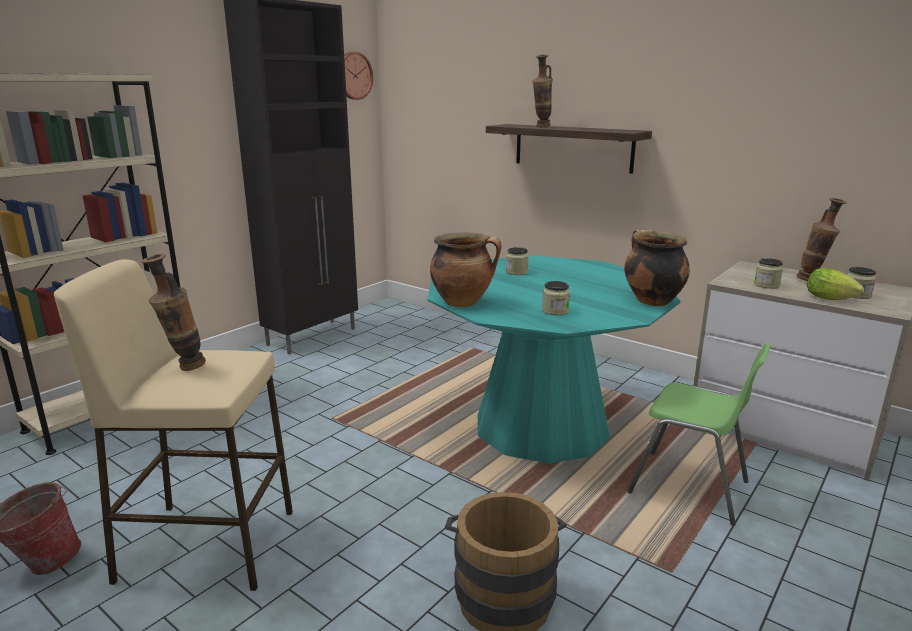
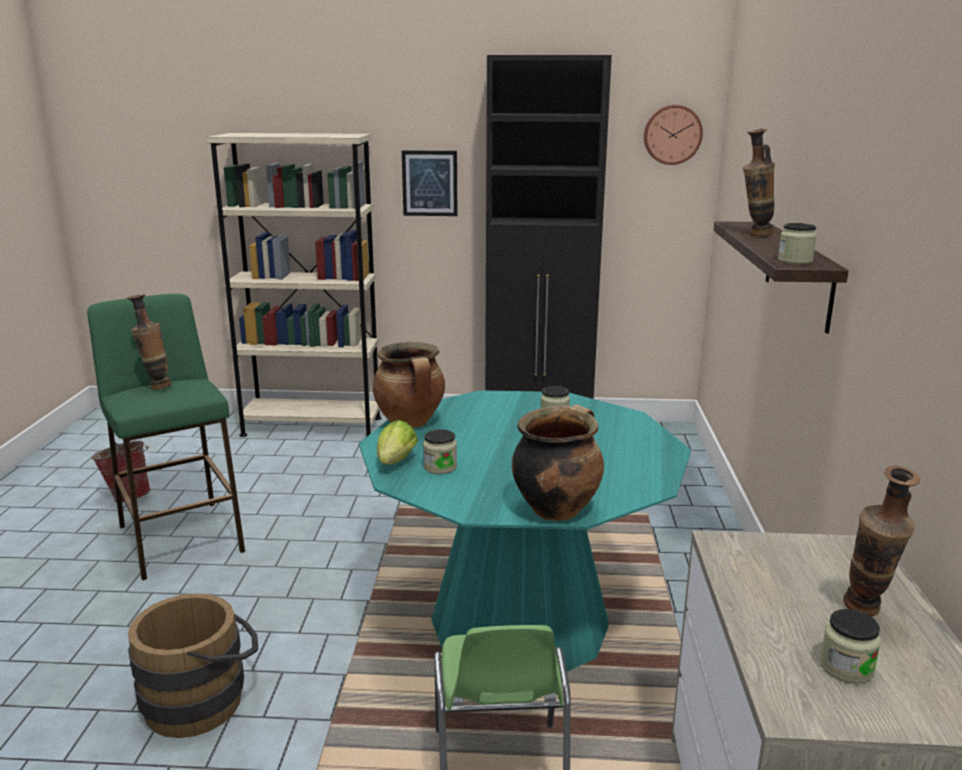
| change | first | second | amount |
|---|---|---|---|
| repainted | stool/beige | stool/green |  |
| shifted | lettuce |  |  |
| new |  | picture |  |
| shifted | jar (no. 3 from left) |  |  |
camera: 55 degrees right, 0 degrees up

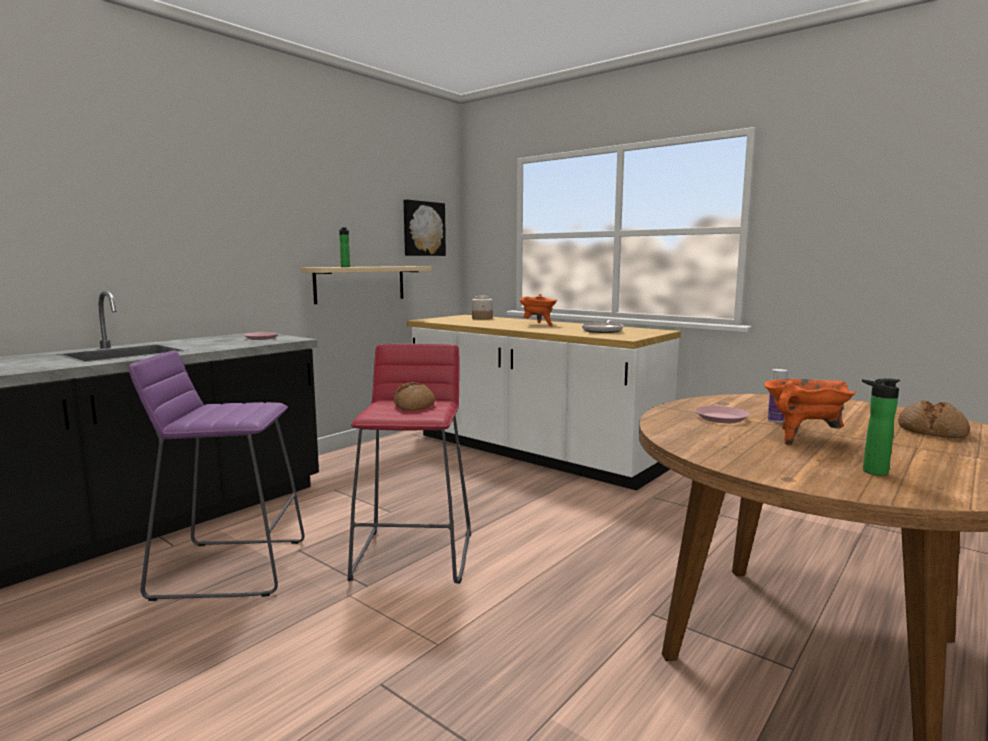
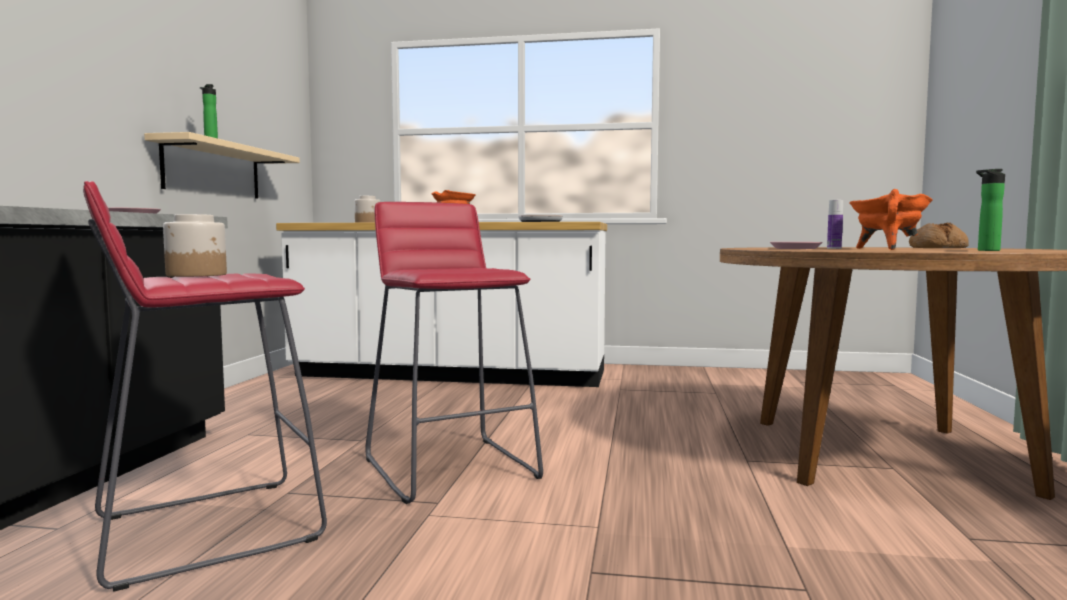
| change | first | second | amount |
|---|---|---|---|
| repainted | stool/purple | stool/red (no. 1 from left) |  |
| new |  | jar (no. 1 from left) |  |
| gone | bread (no. 1 from left) |  |  |
| gone | picture |  |  |
camera: 30 degrees left, 5 degrees down

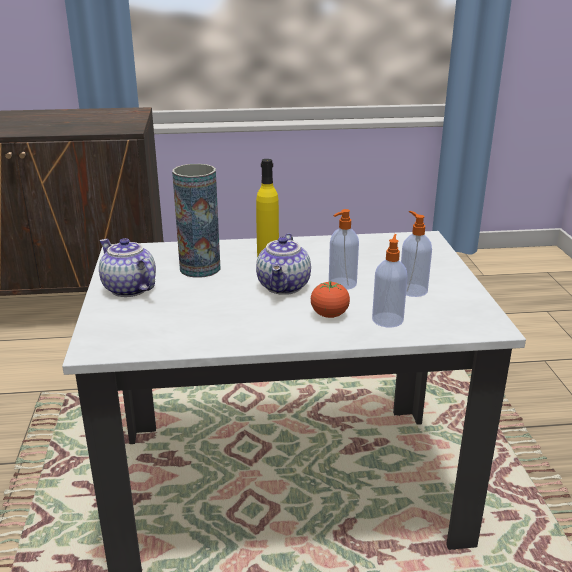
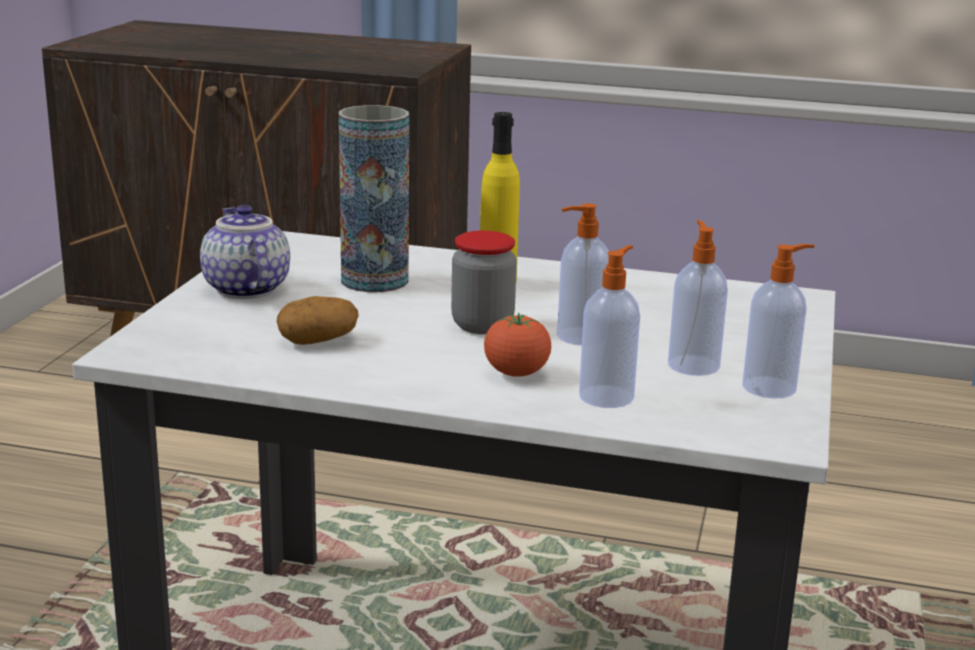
| change | first | second | amount |
|---|---|---|---|
| new |  | potato |  |
| swapped | teapot (no. 2 from left) | jar |  |
| new |  | soap dispenser (no. 4 from left) |  |
camera: 20 degrees right, 5 degrees down

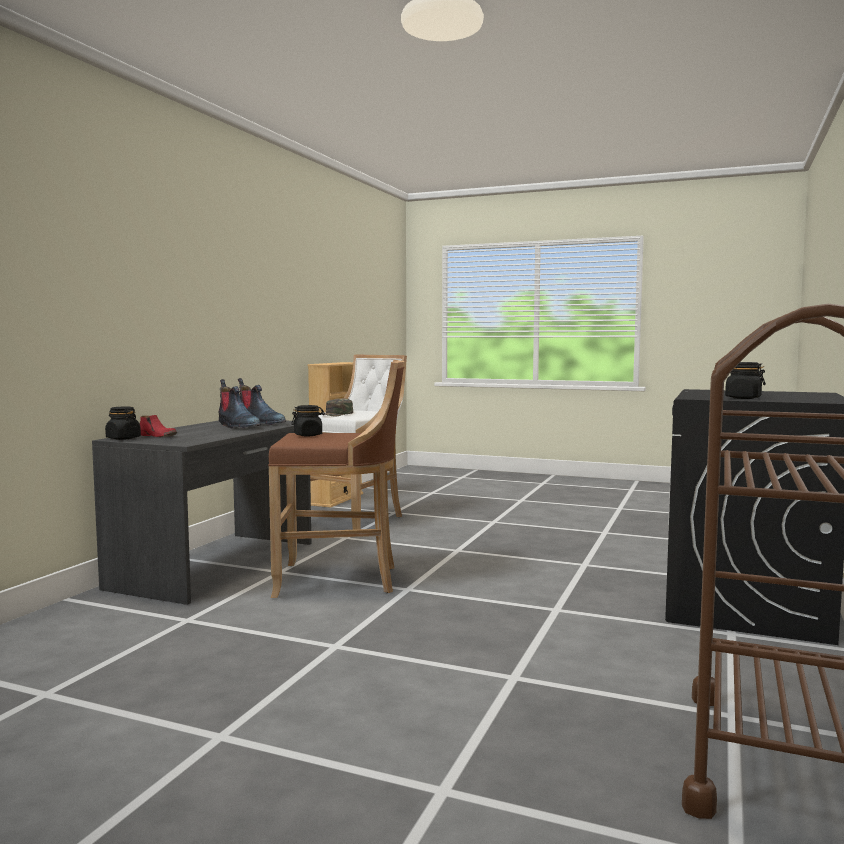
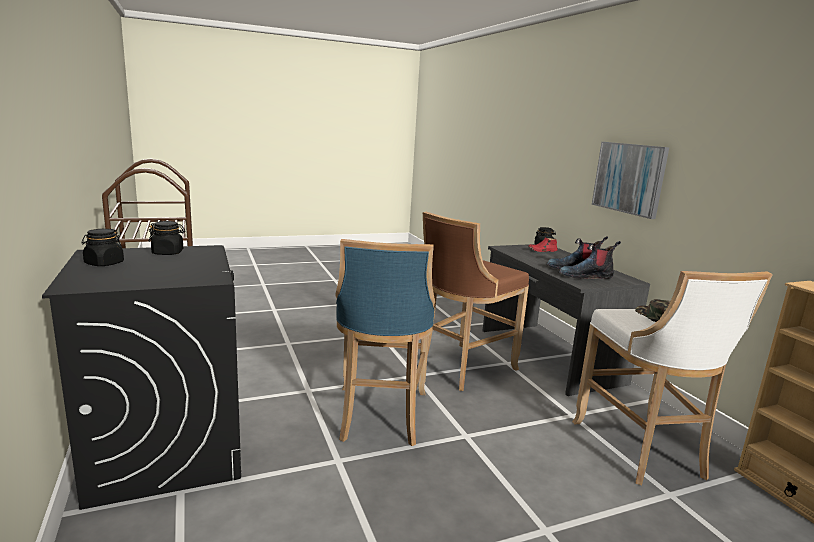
| change | first | second | amount |
|---|---|---|---|
| shifted | jar/black (no. 2 from left in the first image) | jar/black (no. 1 from left) |  |
| new |  | stool/blue |  |
| new |  | picture |  |
camera: 135 degrees right, 10 degrees up

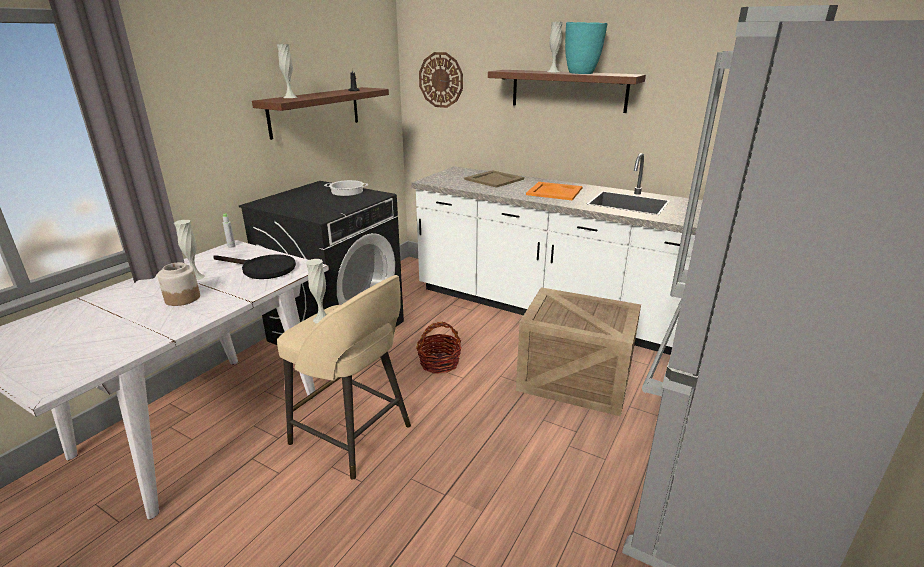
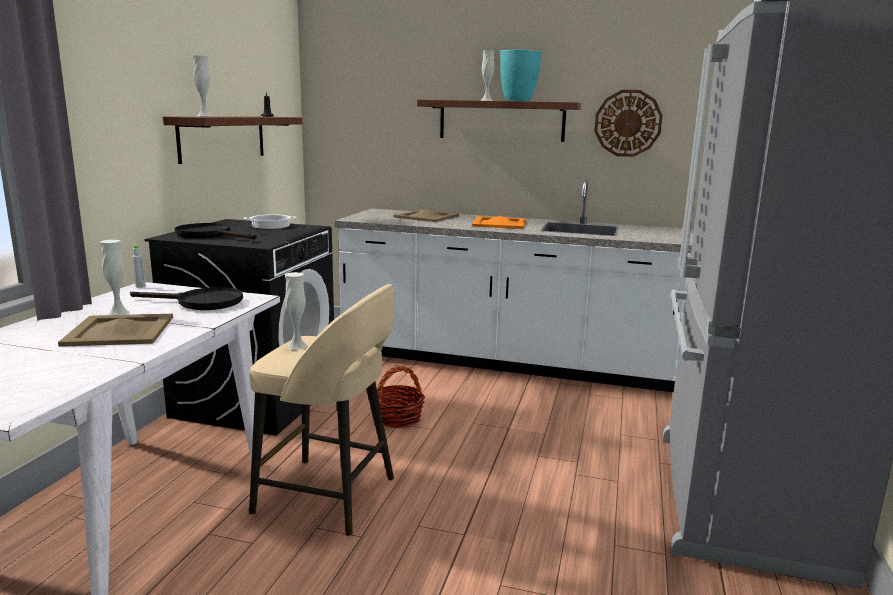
| change | first | second | amount |
|---|---|---|---|
| swapped | jar | tray/beige (no. 1 from left) |  |
| new |  | frying pan/black (no. 2 from left) |  |
| shifted | wall clock |  |  |
| gone | crate |  |  |
camera: 15 degrees left, 10 degrees down

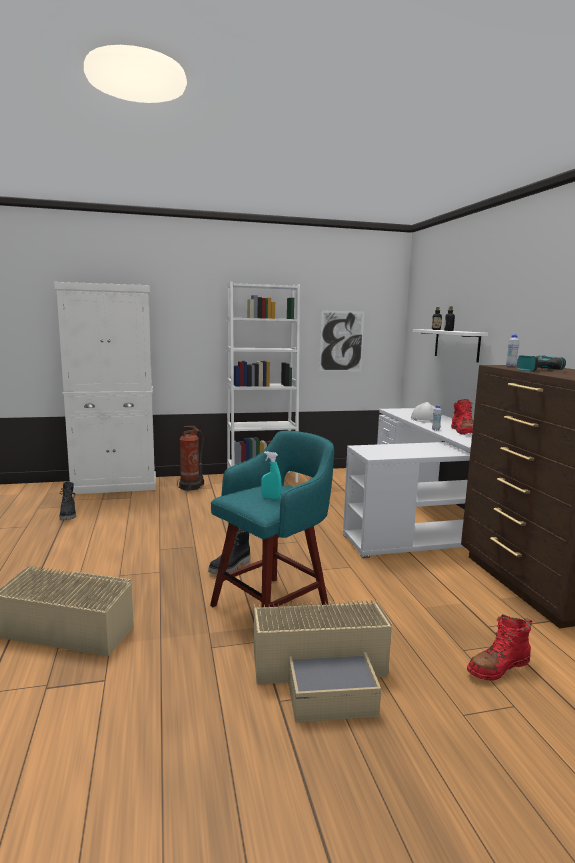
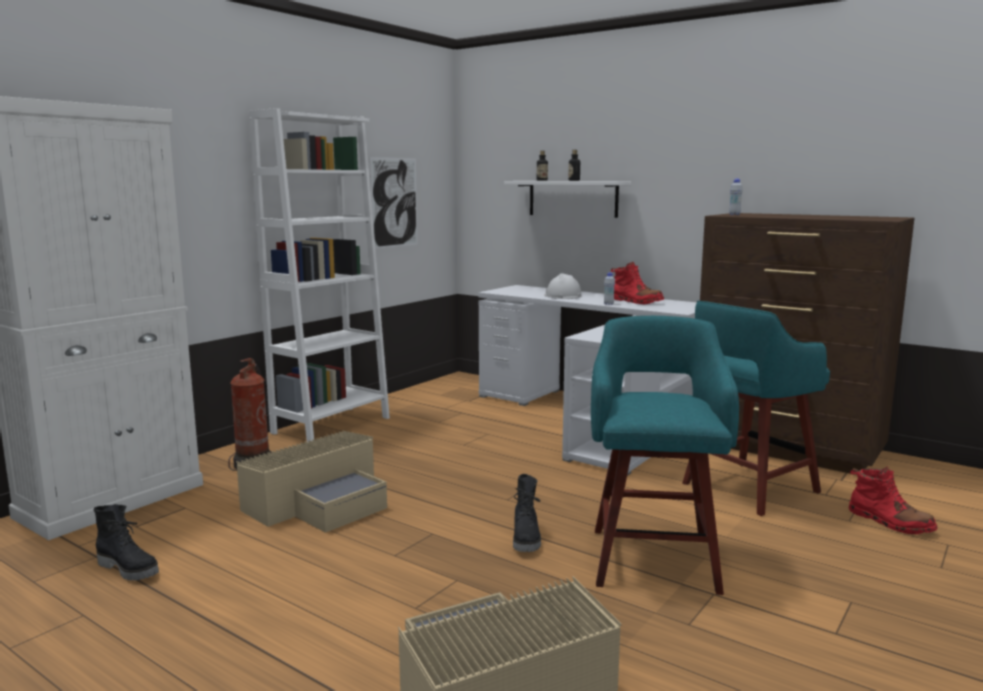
| change | first | second | amount |
|---|---|---|---|
| shifted | storage box/beige (no. 2 from left in the first image) | storage box/beige (no. 1 from left) |  |
| new |  | stool/turquoise (no. 2 from left) |  |
| rotated | boot/red (no. 2 from left) |  | 60 degrees counterclockwise |
| gone | spray bottle/turquoise |  |  |
| gone | power drill |  |  |
camera: 40 degrees left, 0 degrees up

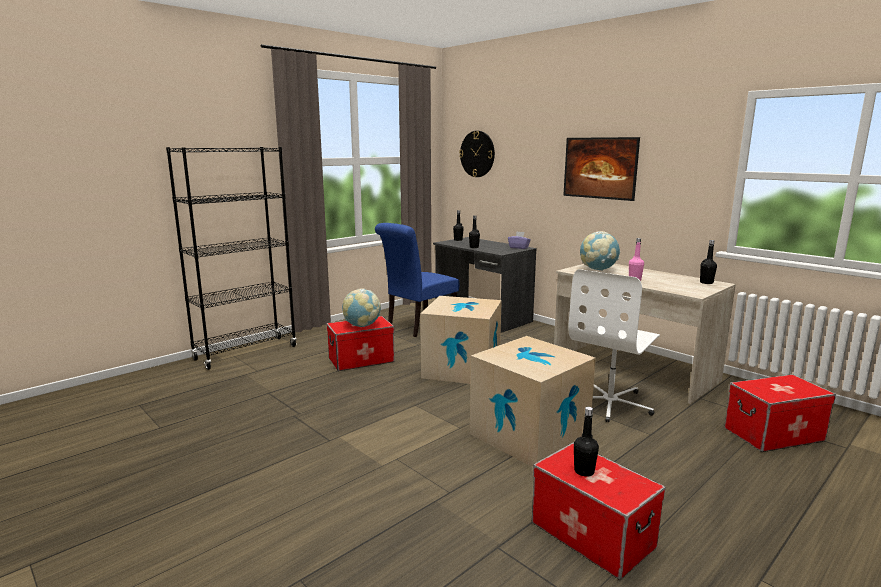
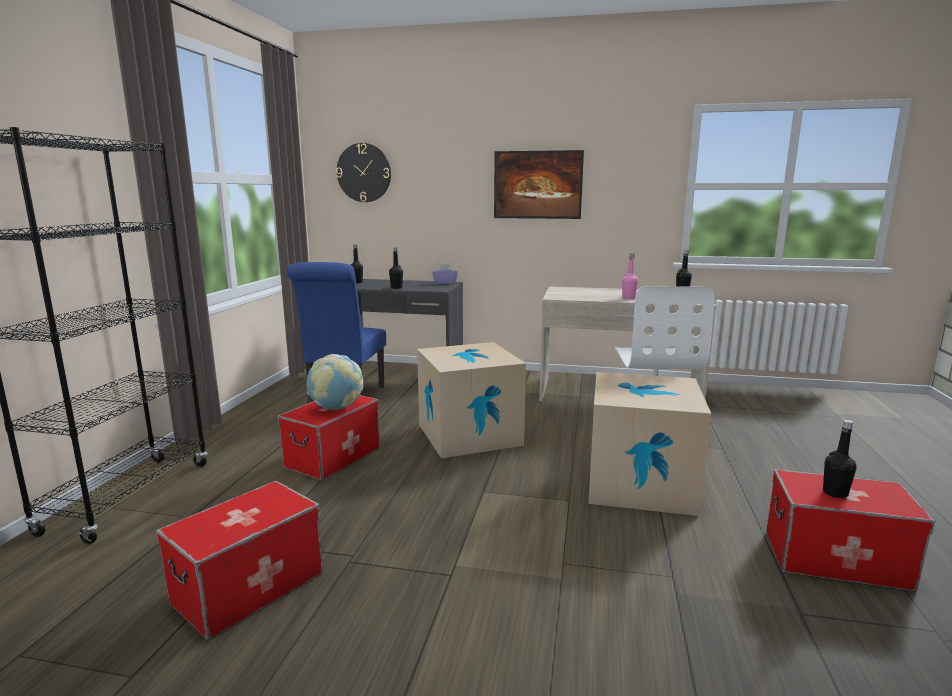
| change | first | second | amount |
|---|---|---|---|
| shifted | storage box (no. 3 from left in the first image) | storage box (no. 1 from left) |  |
| gone | globe (no. 2 from left) |  |  |
camera: 35 degrees left, 0 degrees up

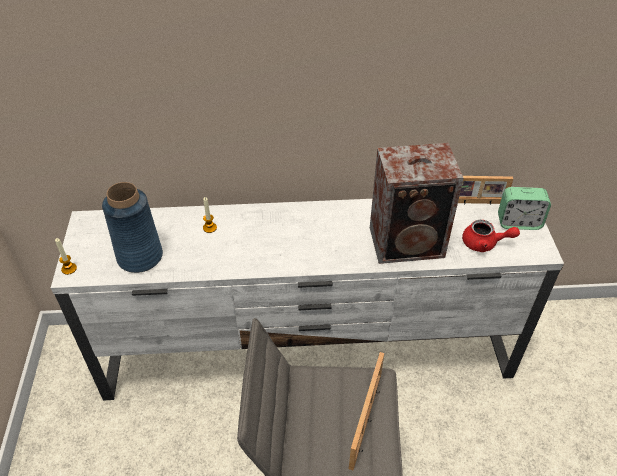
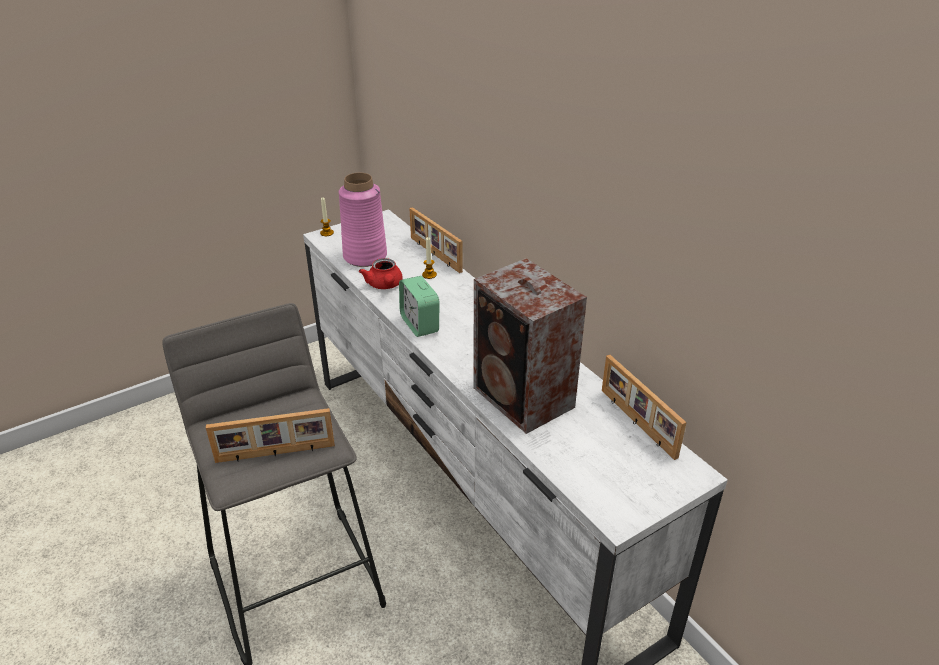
| change | first | second | amount |
|---|---|---|---|
| repainted | vase/blue | vase/pink |  |
| shifted | teapot/red |  |  |
| shifted | alarm clock |  |  |
| new |  | picture frame (no. 2 from left) |  |
camera: 60 degrees right, 10 degrees down

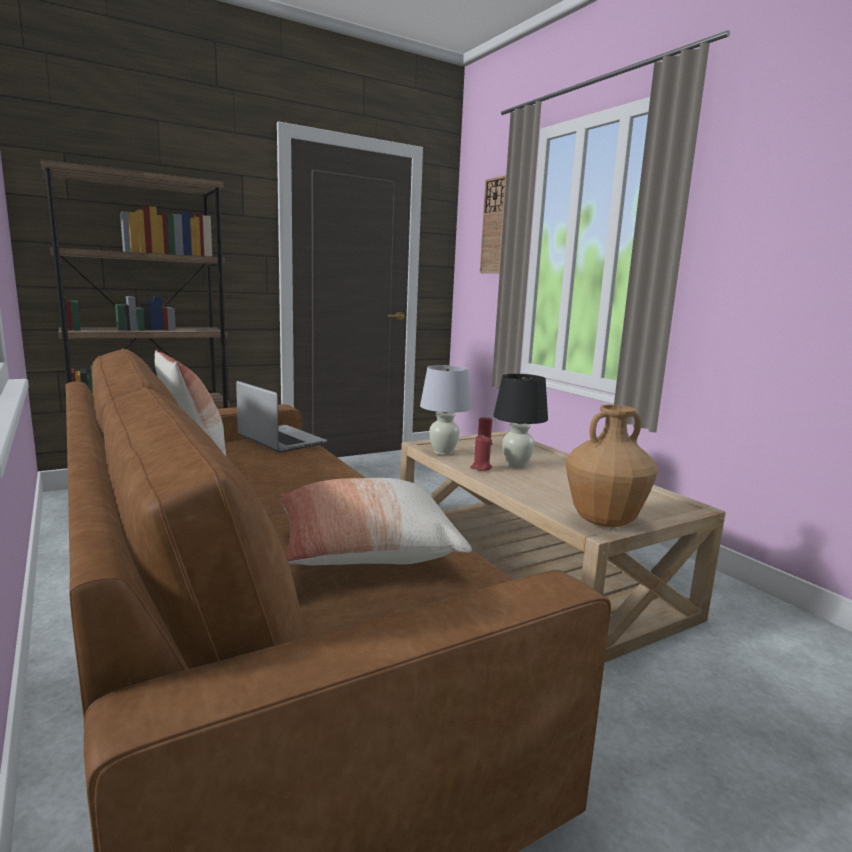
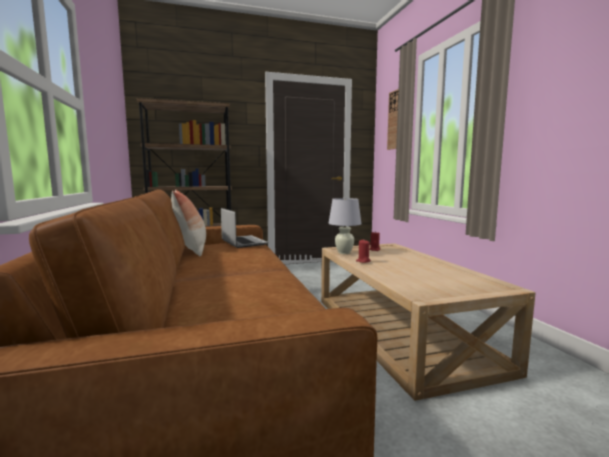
| change | first | second | amount |
|---|---|---|---|
| gone | pillow (no. 2 from left) |  |  |
| gone | table lamp/black |  |  |
| gone | vase/brown |  |  |
camera: 15 degrees right, 5 degrees down

